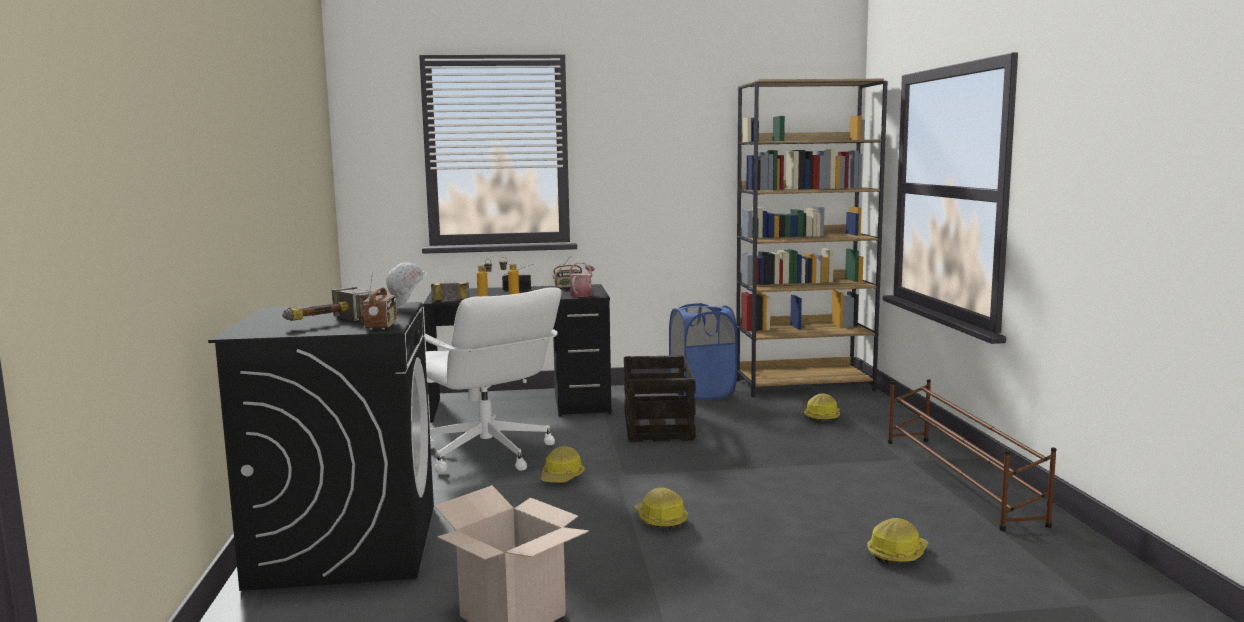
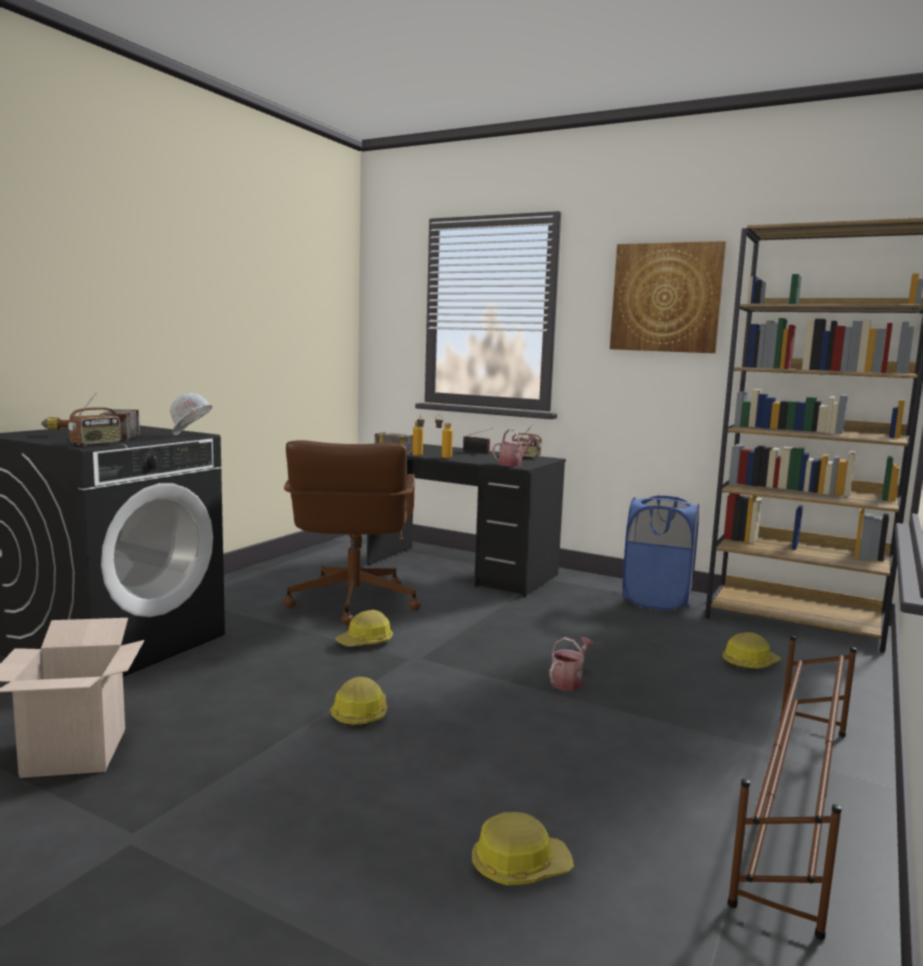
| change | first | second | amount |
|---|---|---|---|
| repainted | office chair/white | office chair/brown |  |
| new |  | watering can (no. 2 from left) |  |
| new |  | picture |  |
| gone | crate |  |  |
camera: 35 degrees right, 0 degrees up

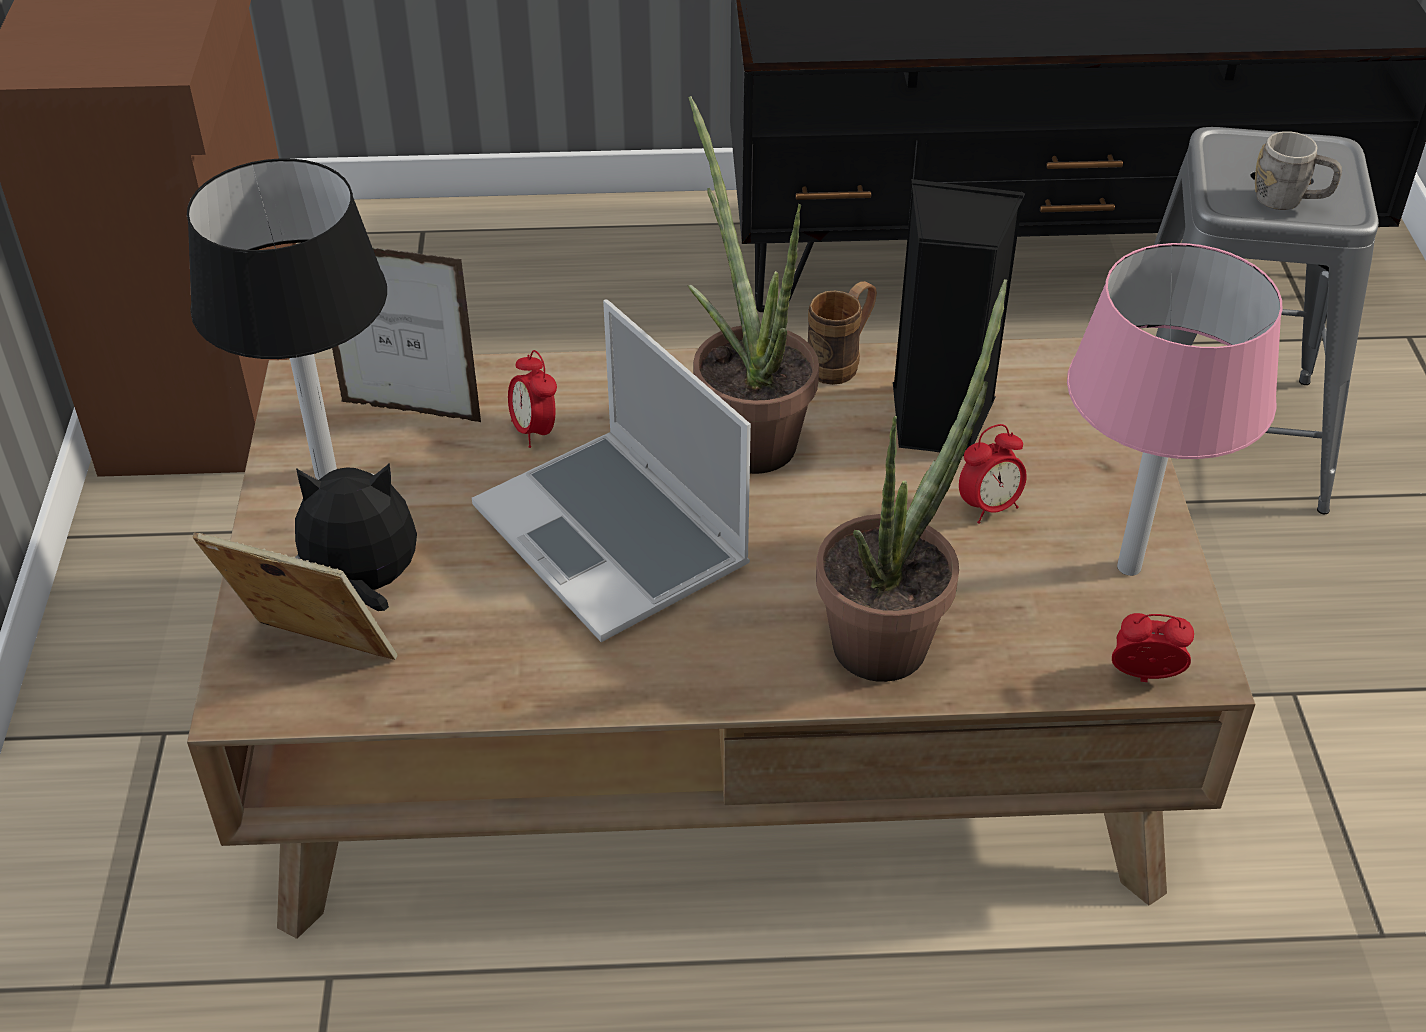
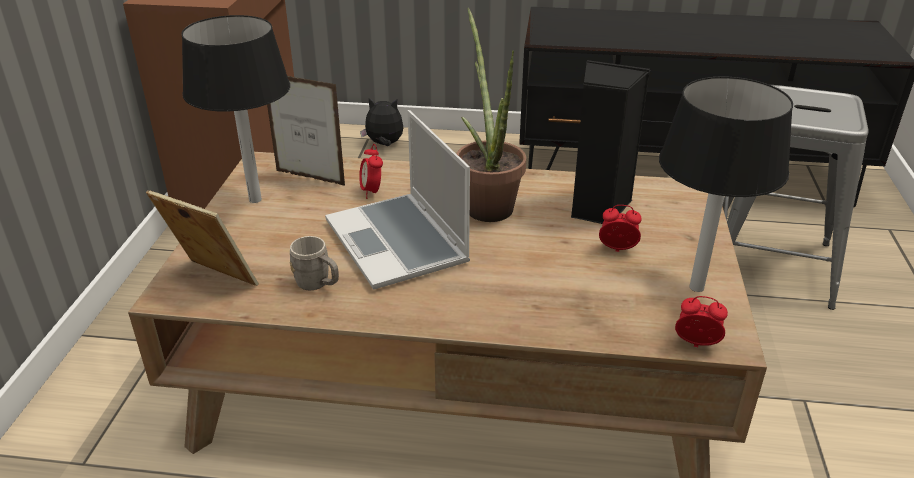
| change | first | second | amount |
|---|---|---|---|
| shifted | mug/grey |  |  |
| shifted | plush toy |  |  |
| rotated | alarm clock (no. 2 from left) |  | 150 degrees counterclockwise |
| repainted | table lamp/pink | table lamp/black (no. 2 from left) |  |
| gone | mug/brown |  |  |
| gone | potted plant (no. 2 from left) |  |  |
camera: 10 degrees right, 10 degrees down

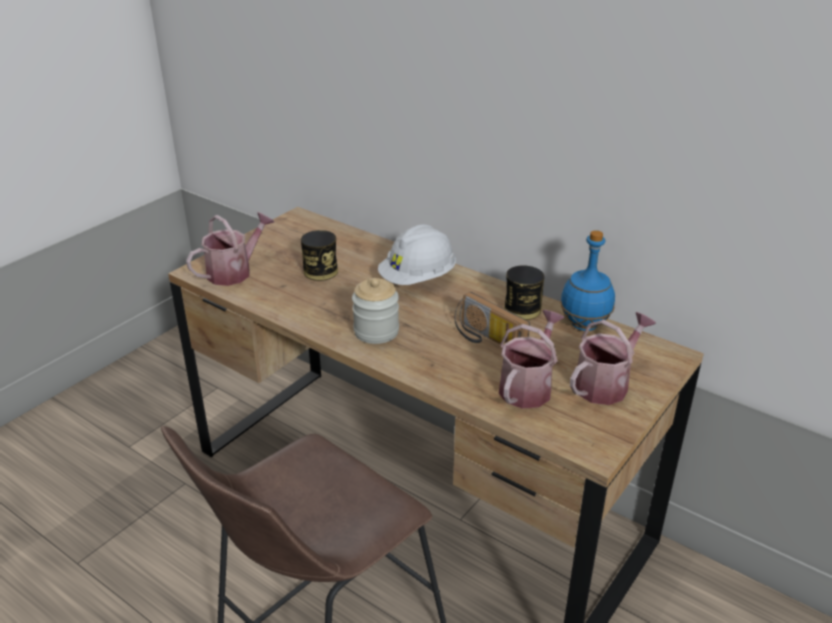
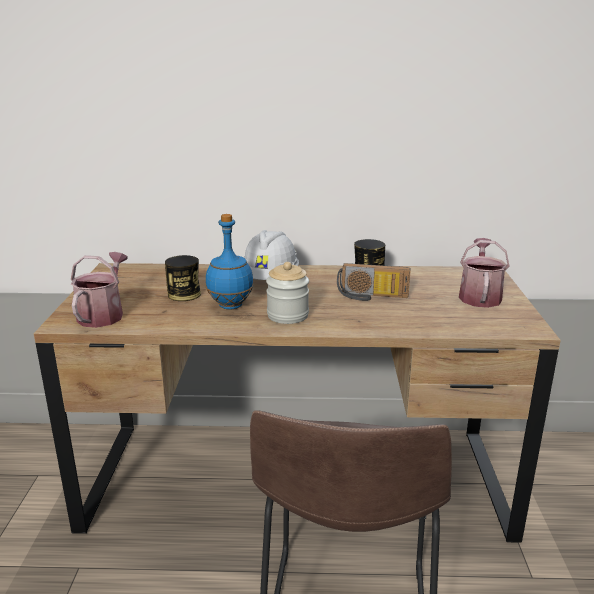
| change | first | second | amount |
|---|---|---|---|
| shifted | bottle/blue |  |  |
| gone | watering can (no. 2 from left) |  |  |
camera: 35 degrees left, 10 degrees down

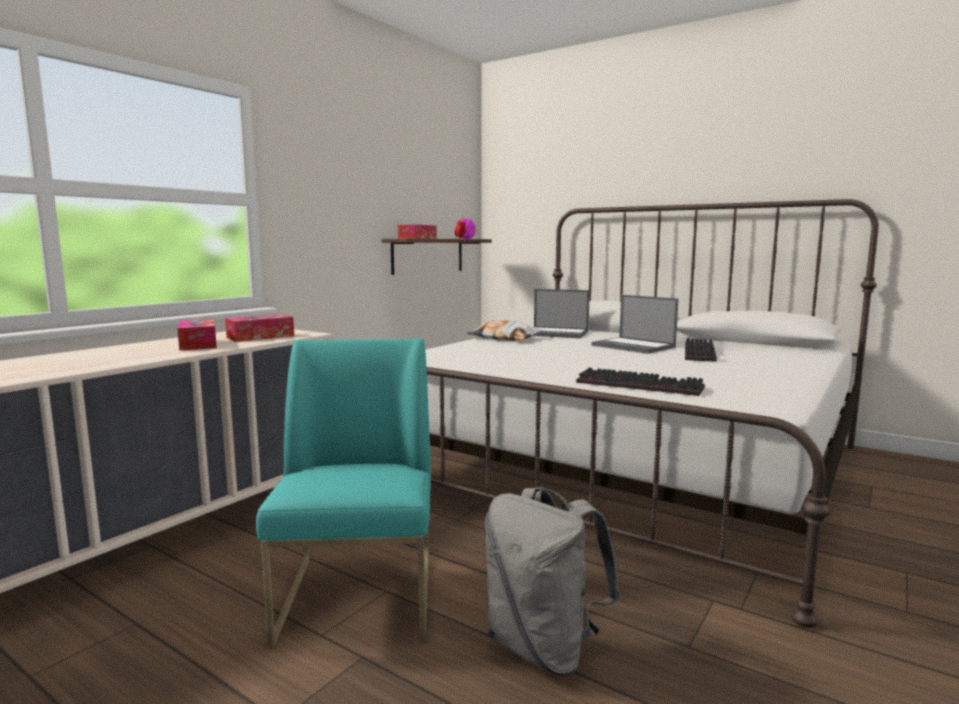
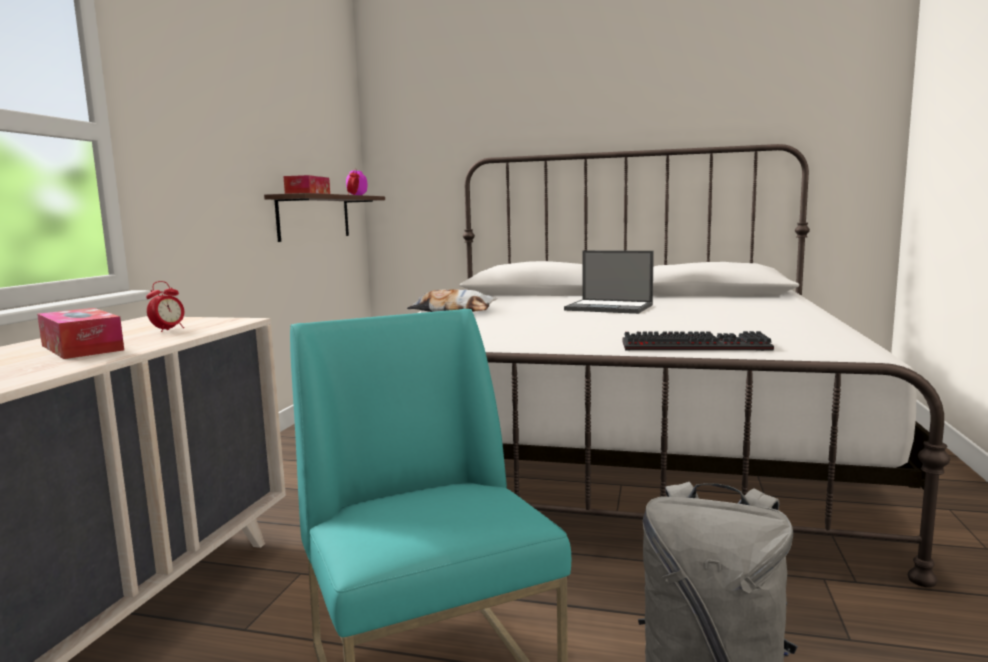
| change | first | second | amount |
|---|---|---|---|
| swapped | tissue box (no. 2 from left) | alarm clock (no. 1 from left) |  |
| gone | laptop (no. 1 from left) |  |  |
| gone | keyboard (no. 2 from left) |  |  |
camera: 20 degrees left, 0 degrees up

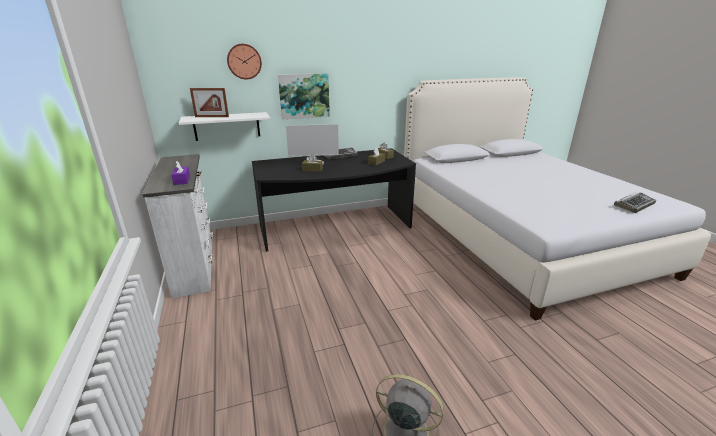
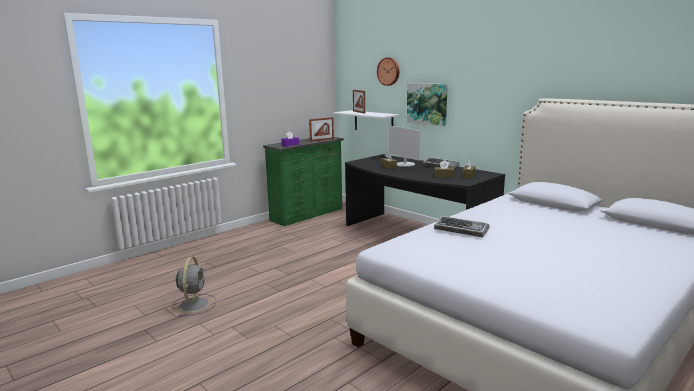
| change | first | second | amount |
|---|---|---|---|
| repainted | dresser/white | dresser/green |  |
| new |  | picture frame (no. 1 from left) |  |
| shifted | keyboard (no. 2 from left) |  |  |
camera: 65 degrees right, 10 degrees down

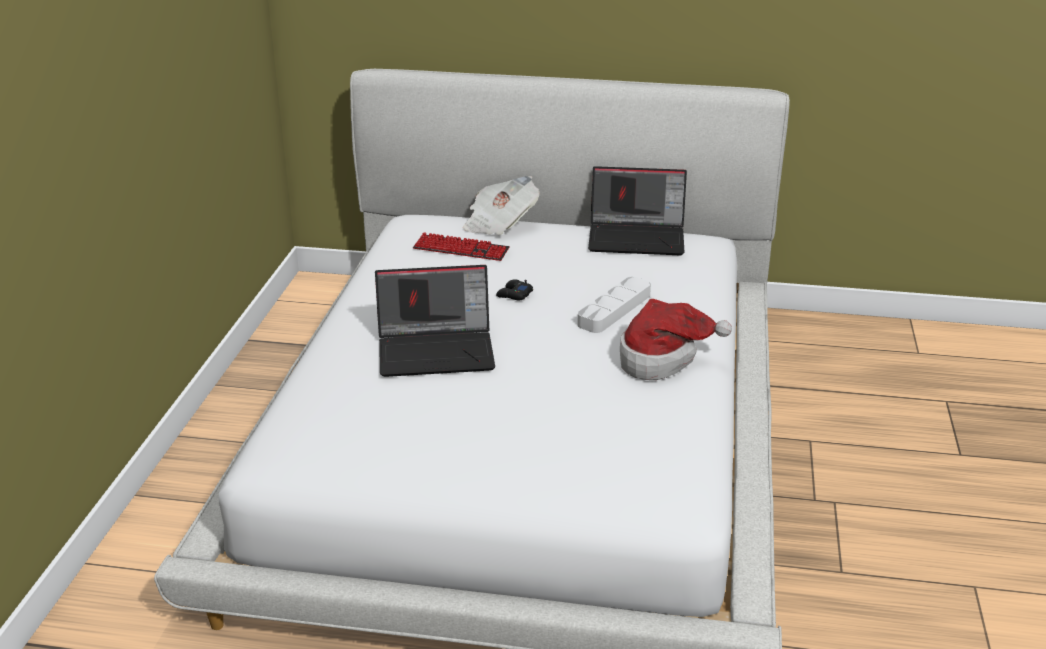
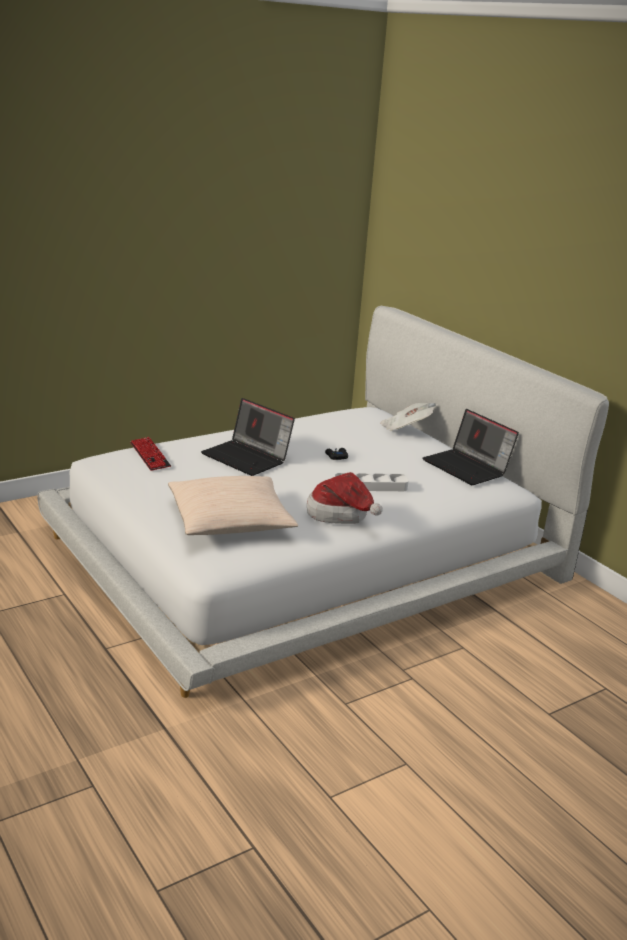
| change | first | second | amount |
|---|---|---|---|
| shifted | keyboard |  |  |
| new |  | pillow/beige |  |
camera: 45 degrees right, 5 degrees down

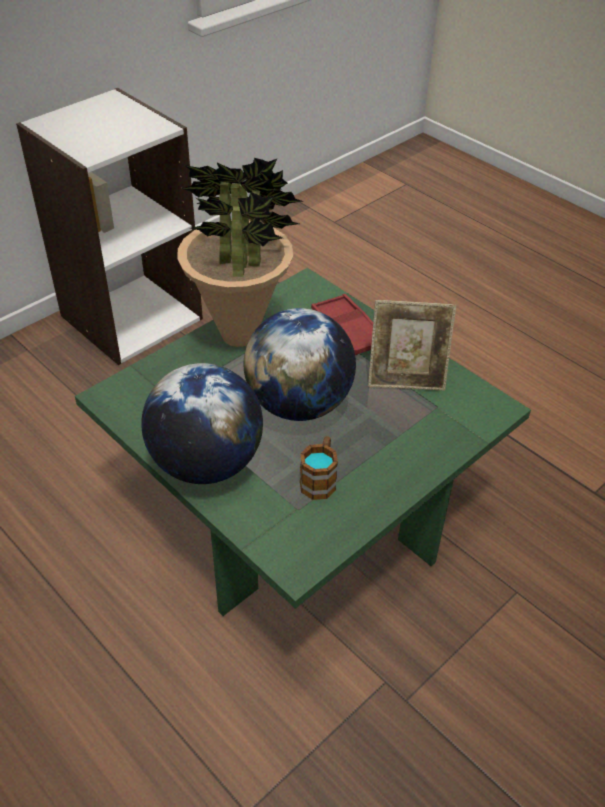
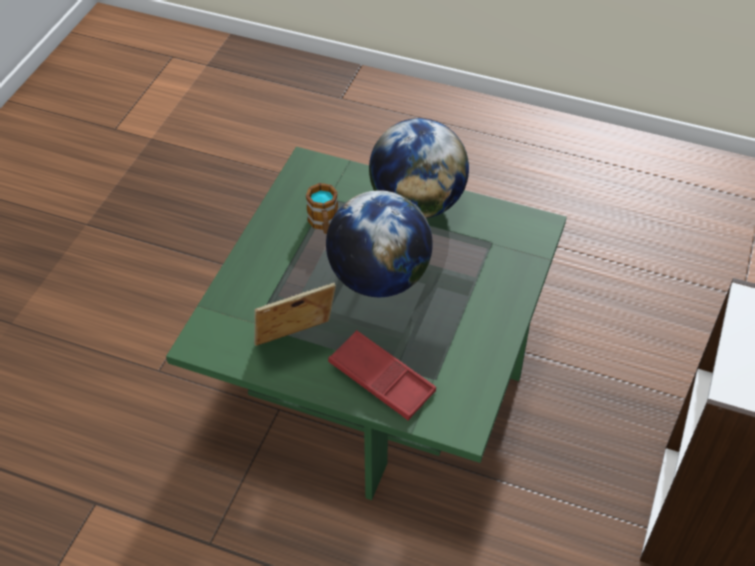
| change | first | second | amount |
|---|---|---|---|
| gone | potted plant |  |  |
camera: 155 degrees right, 5 degrees up

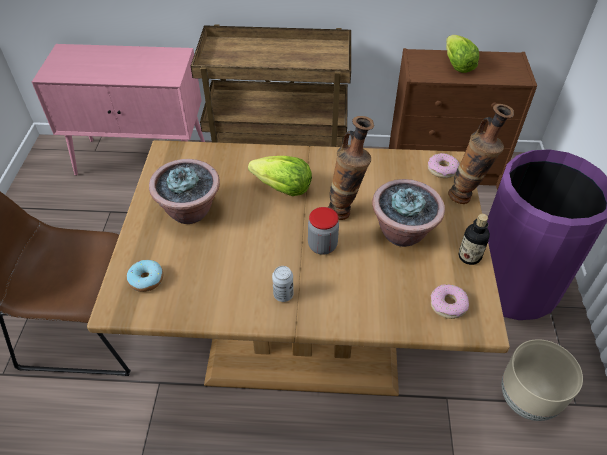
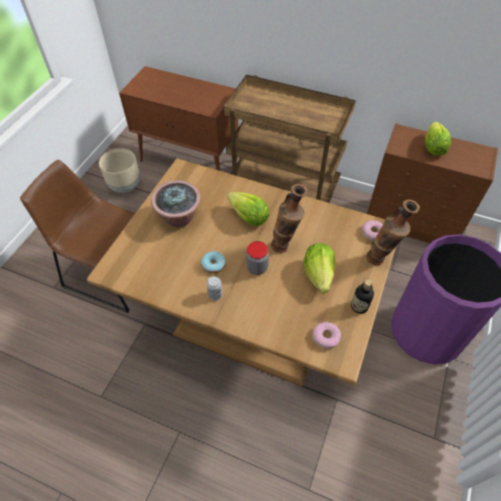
| change | first | second | amount |
|---|---|---|---|
| shifted | planter/beige |  |  |
| repainted | cabinet/pink | cabinet/brown |  |
| shifted | donut (no. 1 from left) |  |  |
| swapped | potted plant (no. 2 from left) | lettuce (no. 2 from left) |  |
camera: 20 degrees right, 5 degrees up

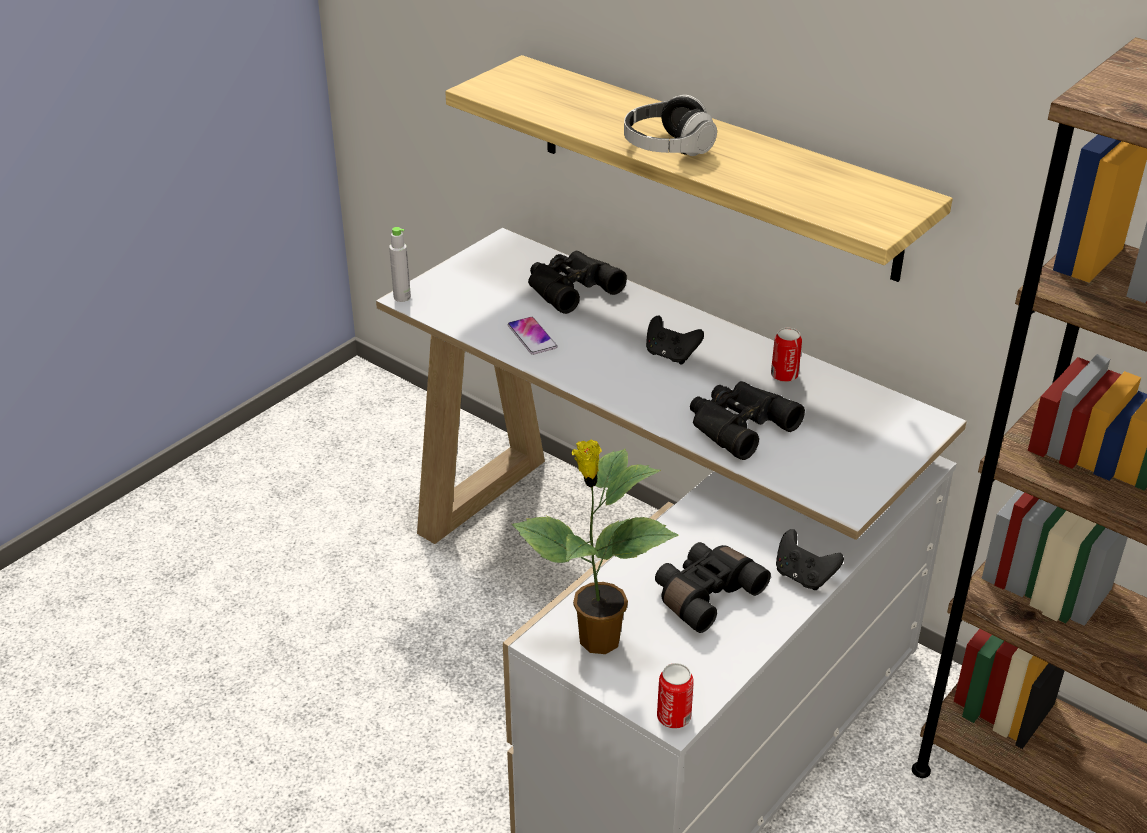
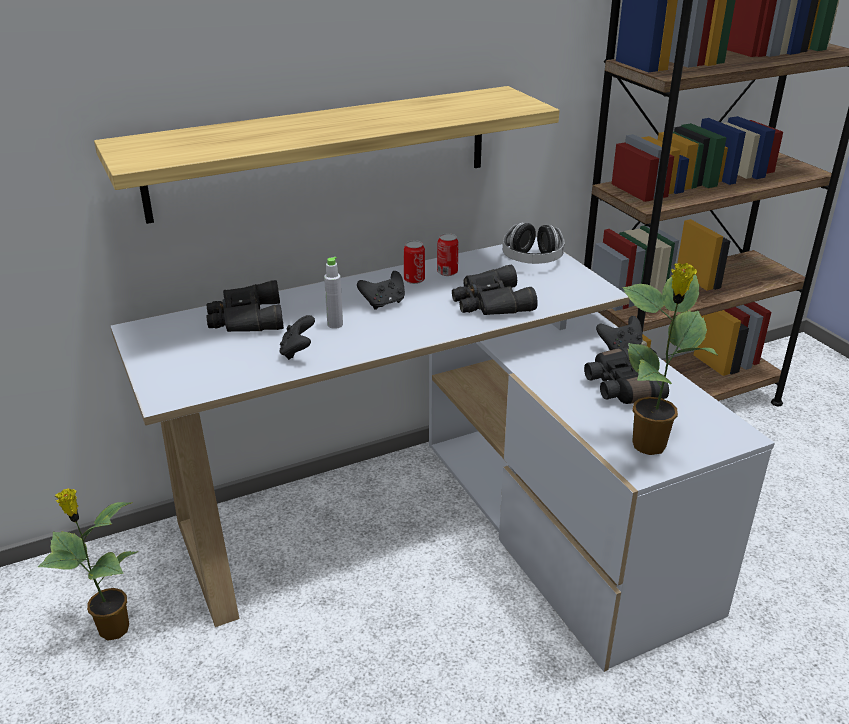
| change | first | second | amount |
|---|---|---|---|
| new |  | potted plant (no. 1 from left) |  |
| swapped | phone | game controller/black (no. 1 from left) |  |
| shifted | bottle/grey |  |  |
| shifted | can (no. 1 from left) |  |  |
| shifted | headphones |  |  |
camera: 65 degrees left, 5 degrees down

